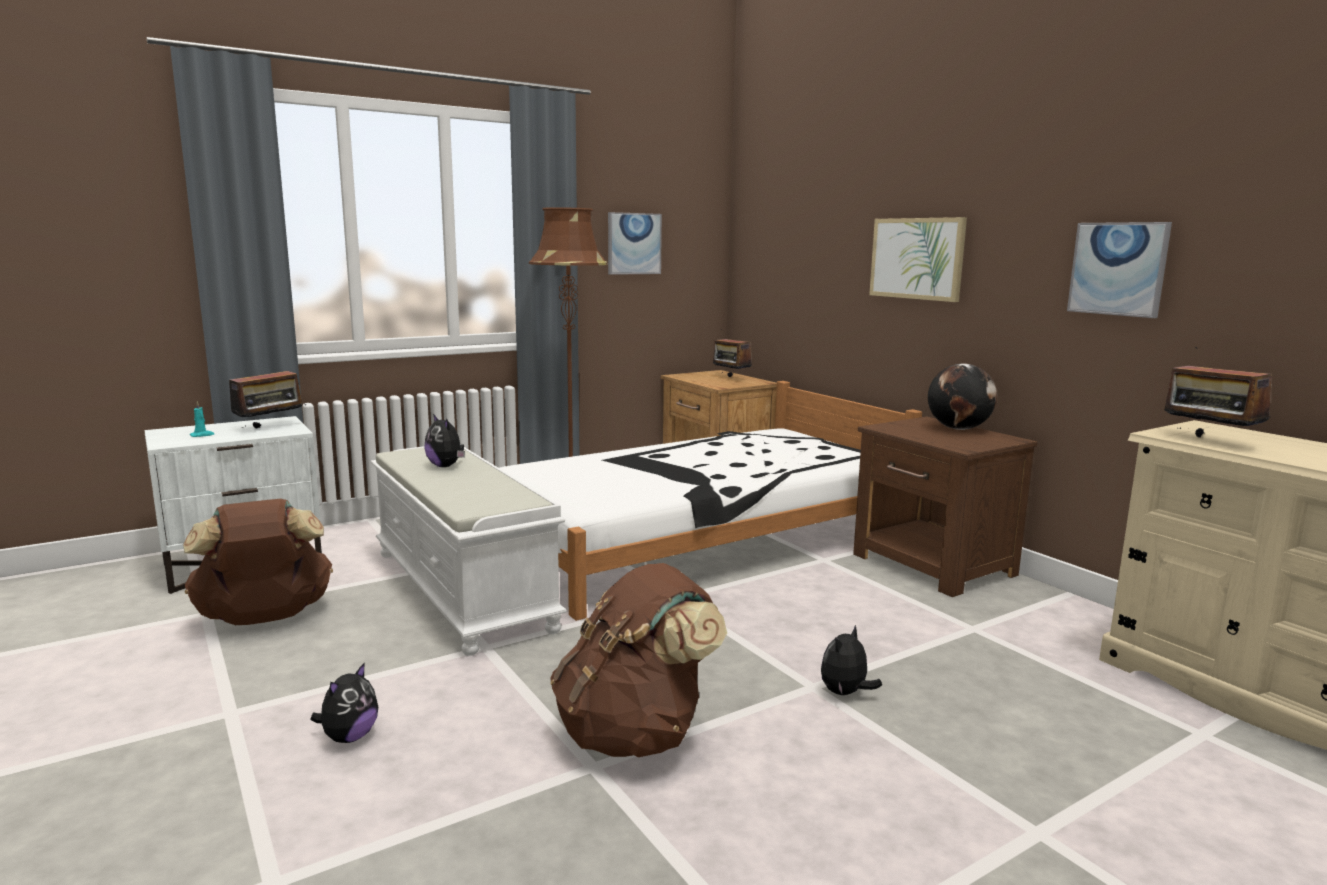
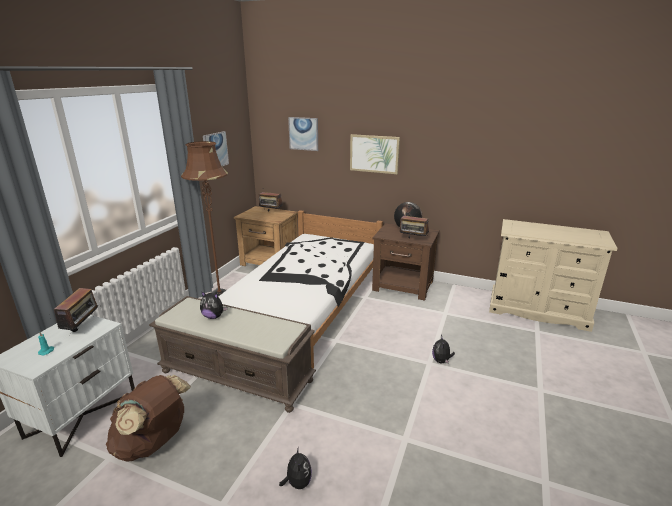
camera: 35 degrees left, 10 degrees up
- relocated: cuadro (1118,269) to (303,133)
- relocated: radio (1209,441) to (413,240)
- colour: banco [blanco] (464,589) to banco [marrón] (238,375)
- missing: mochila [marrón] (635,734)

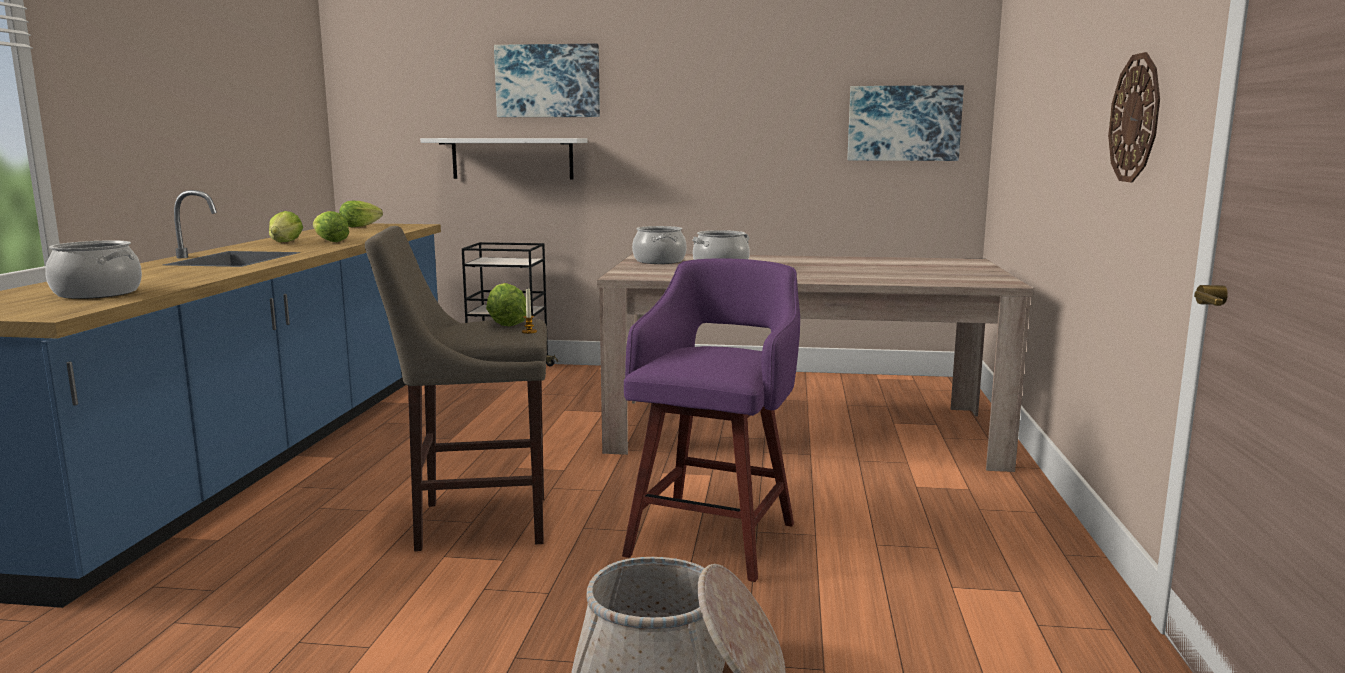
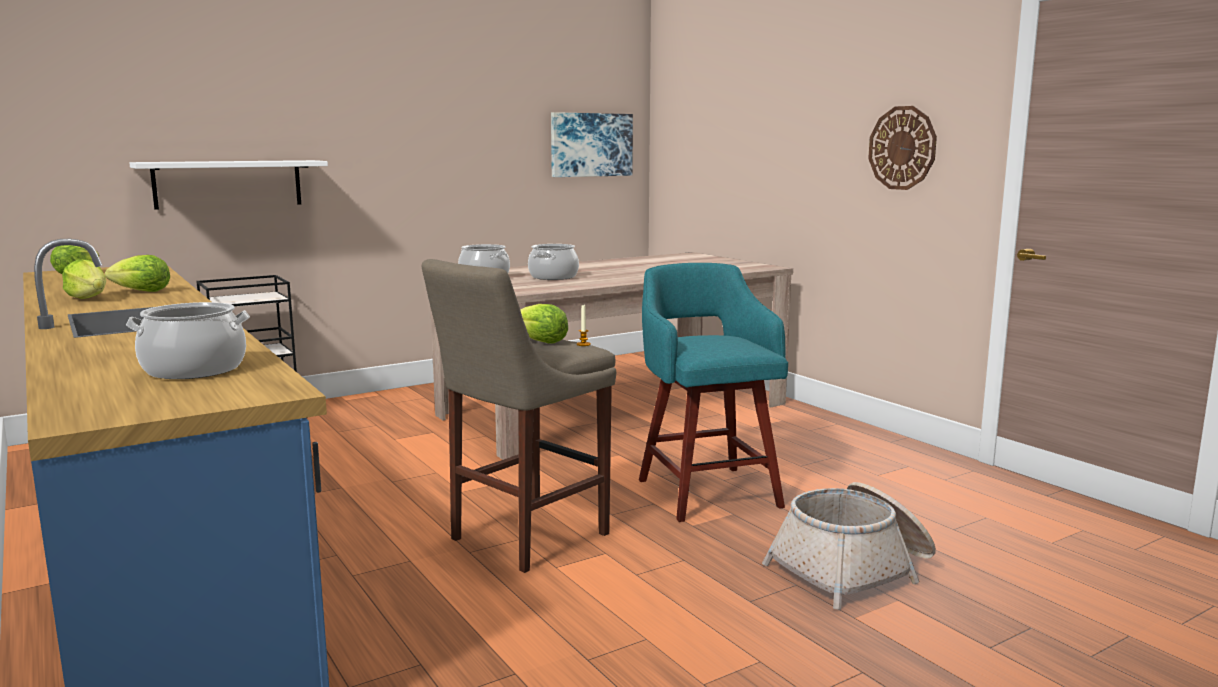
camera: 40 degrees left, 0 degrees up
- missing: cuadro (548,81)
- colour: taburete [morado] (714,537) to taburete [turquesa] (707,491)

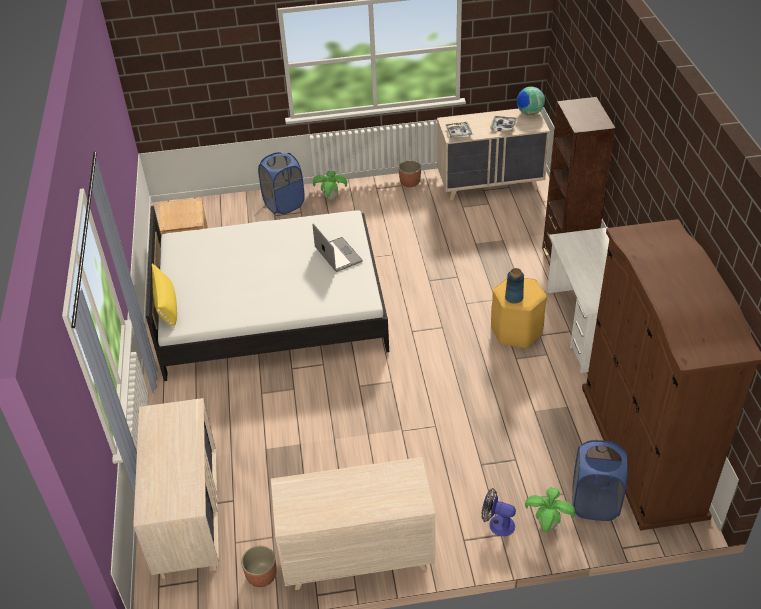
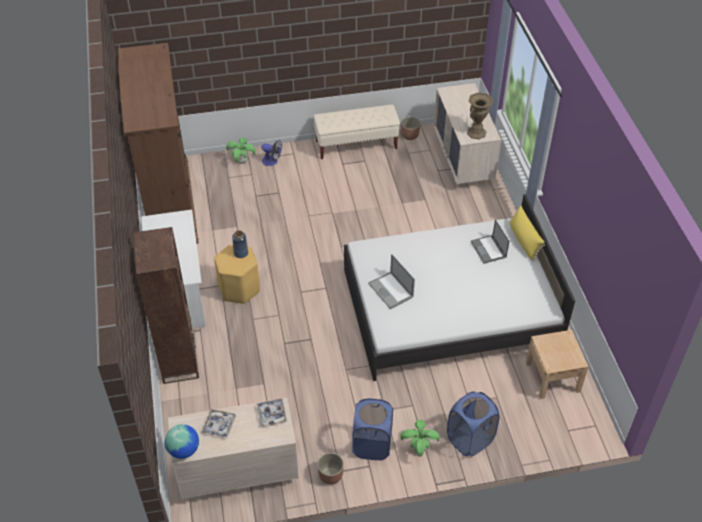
camera: 175 degrees right, 5 degrees up
- relocated: cesto de la ropa [azul] (594,503) to (372,445)
- exchanged: cómoda [beis] (356,556) to banco [beis] (356,145)
- appeared: florero [marrón] (476,133)
- appeared: portátil (488,249)

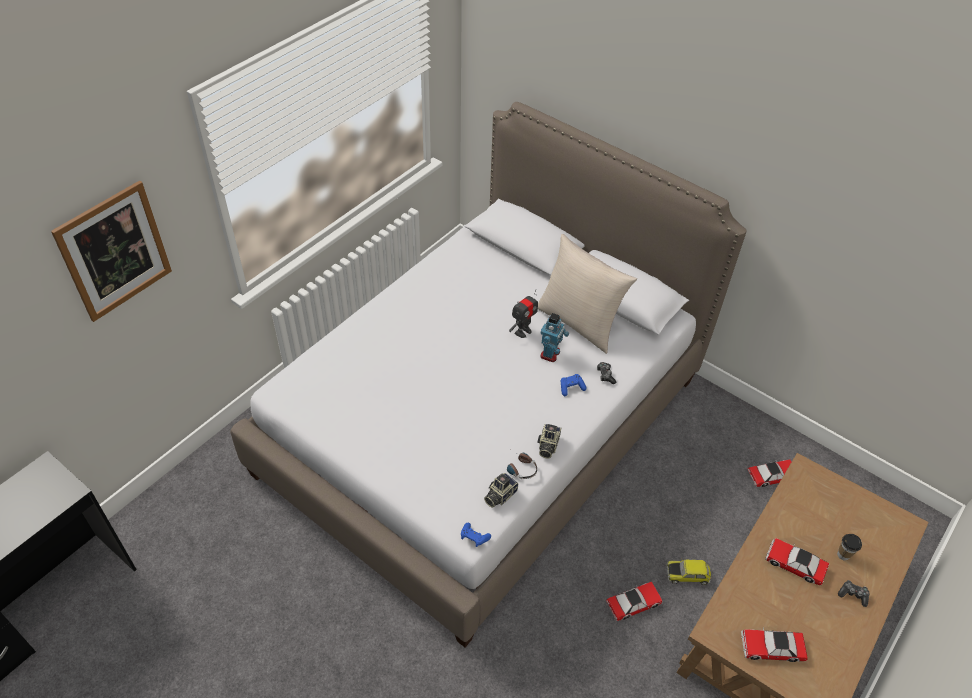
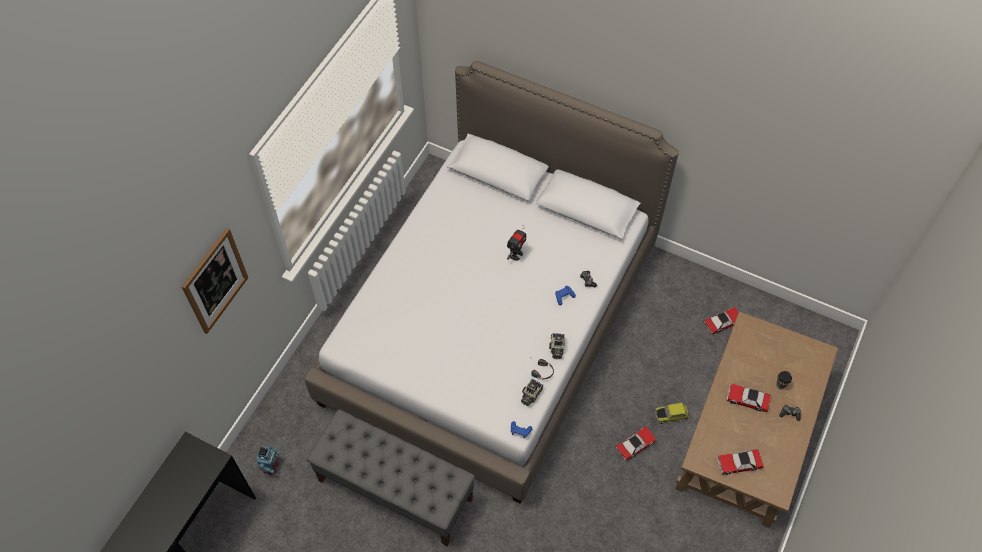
camera: 10 degrees left, 10 degrees up
- missing: cojín [beis] (579,323)
- relocated: robot de juguete (550,354) to (271,467)
- appeared: banco [gris] (396,490)

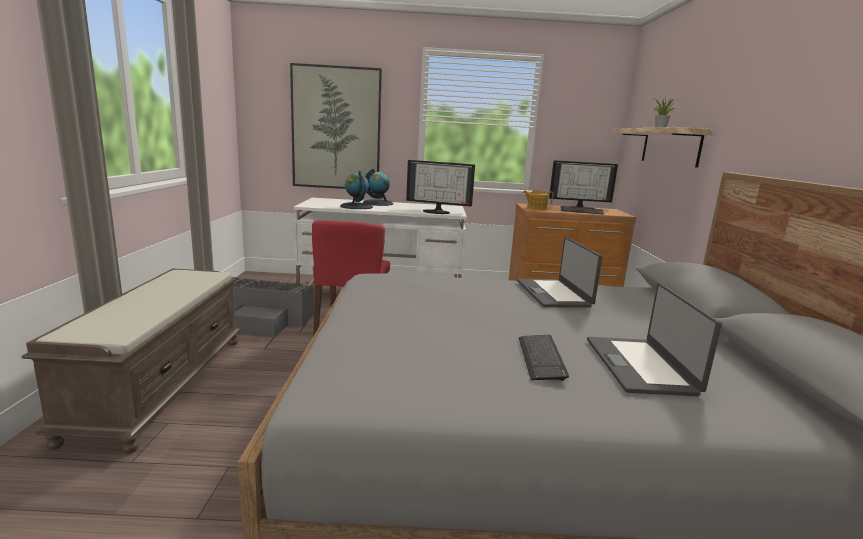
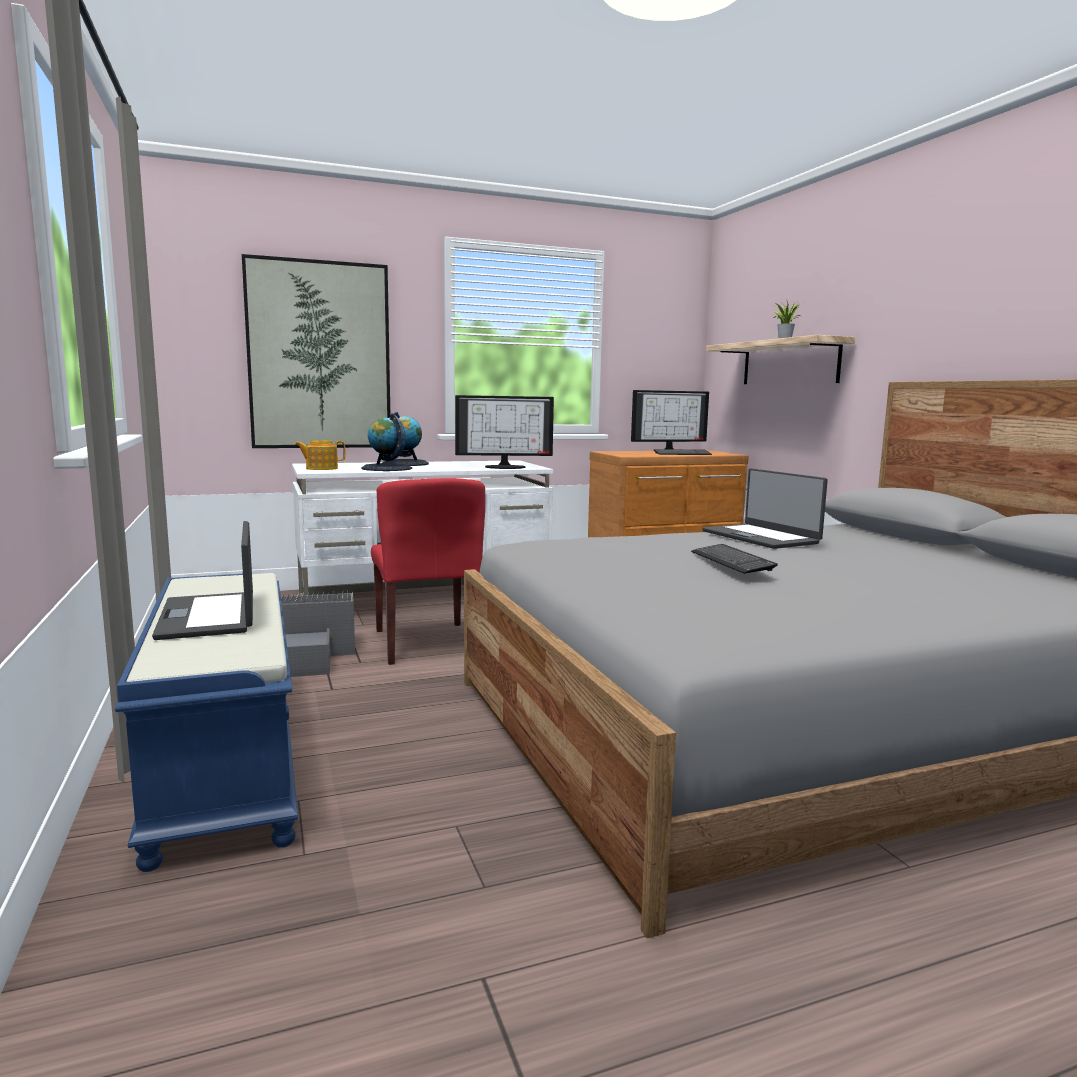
camera: 20 degrees left, 5 degrees down
- relocated: tetera (536,208) to (321,468)
- colour: banco [marrón] (161,384) to banco [azul] (223,759)
- relocated: portátil (640,365) to (210,616)
- relocated: teclado (541,358) to (732,561)

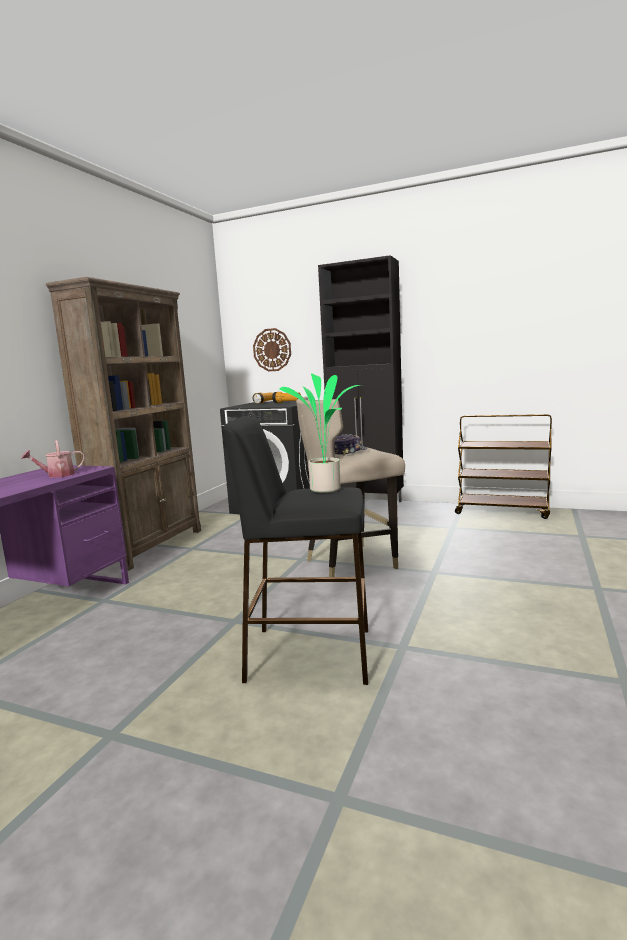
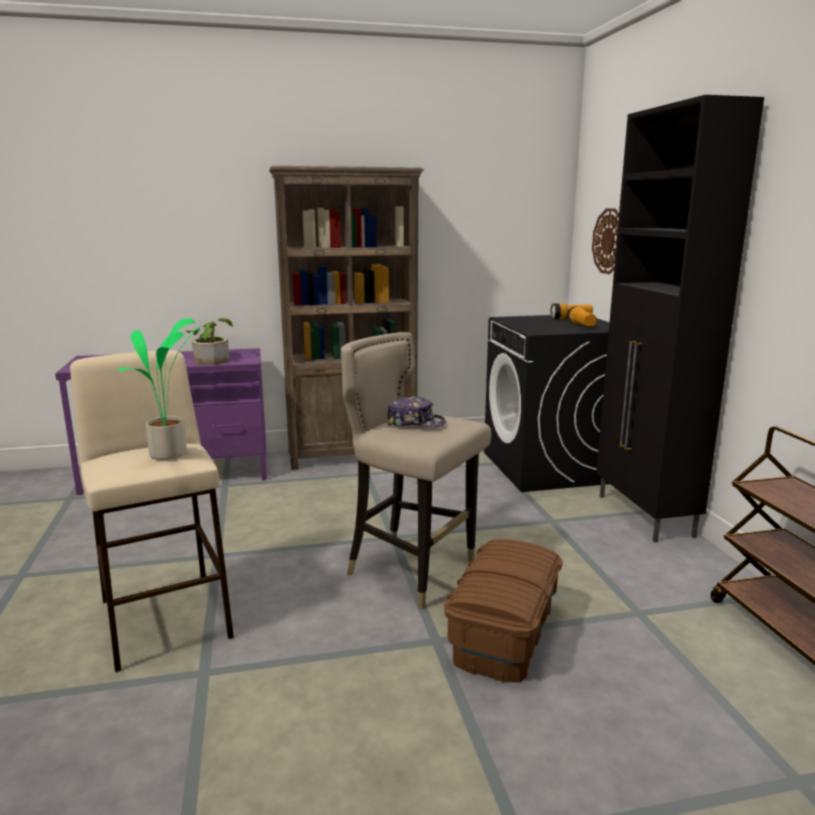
camera: 55 degrees right, 5 degrees up
- colour: taburete [negro] (308,654) to taburete [beis] (165,618)
- exchanged: regadera (57,475) to planta en maceta (212,360)
- appeared: caja de almacenaje [marrón] (503,634)

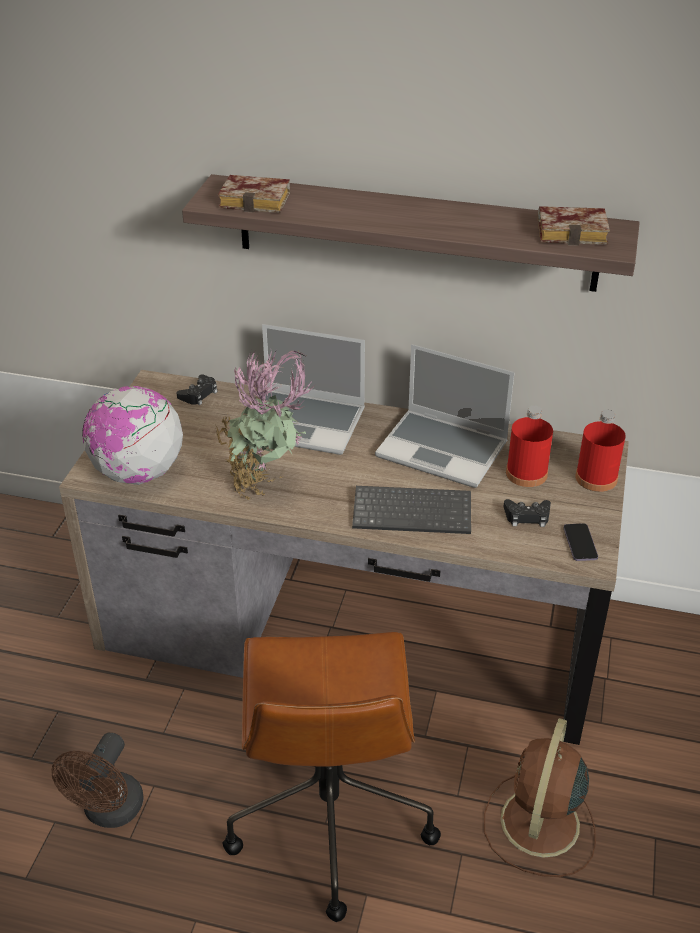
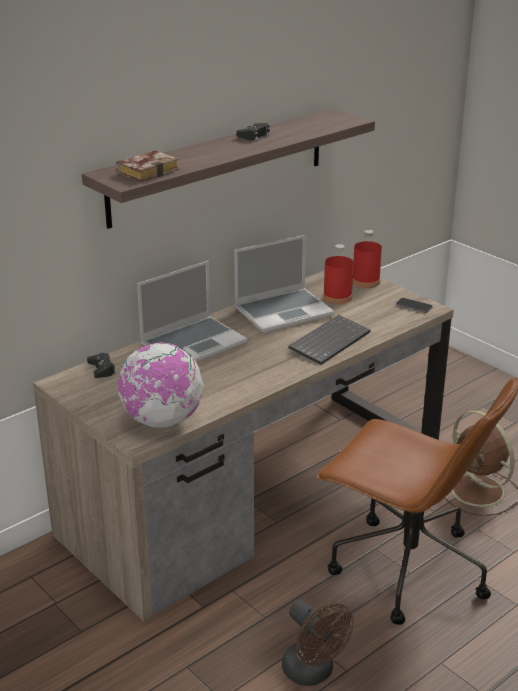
camera: 55 degrees left, 10 degrees down
- missing: libro (574,232)
- missing: planta en maceta (267,485)
- relocated: mando de consola [negro] (527,516) to (254,136)

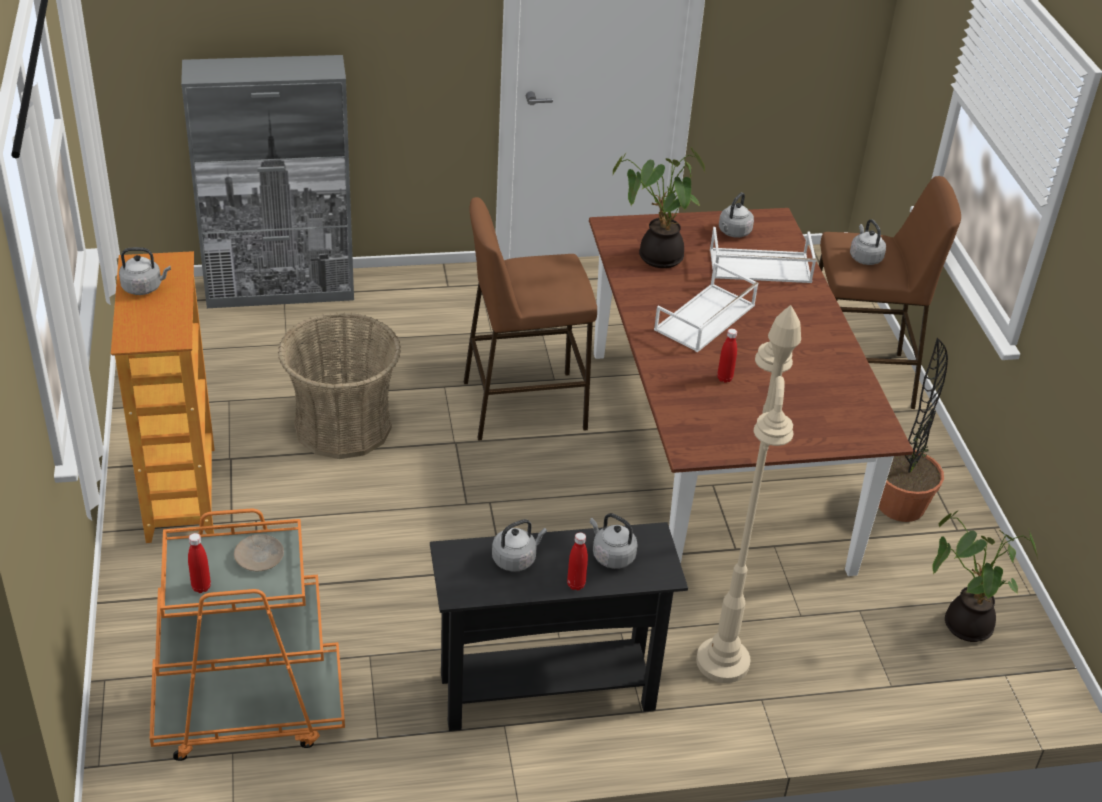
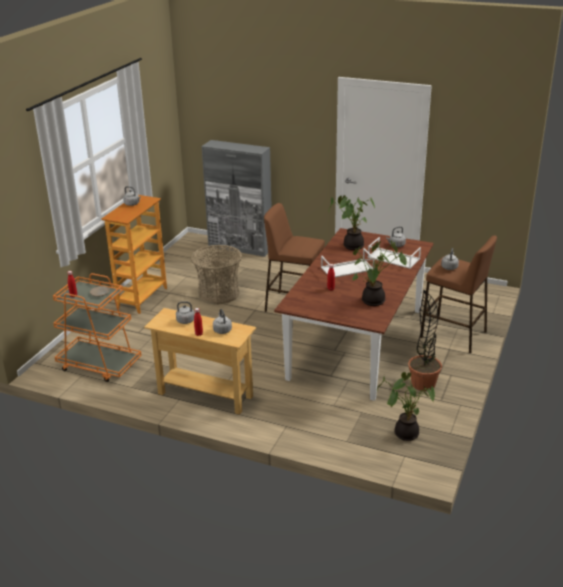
camera: 35 degrees right, 10 degrees down
- missing: lámpara de pie [beis] (722,661)
- colour: mesa consola [negro] (547,692) to mesa consola [beis] (205,395)
- appeared: planta en maceta (374,302)

